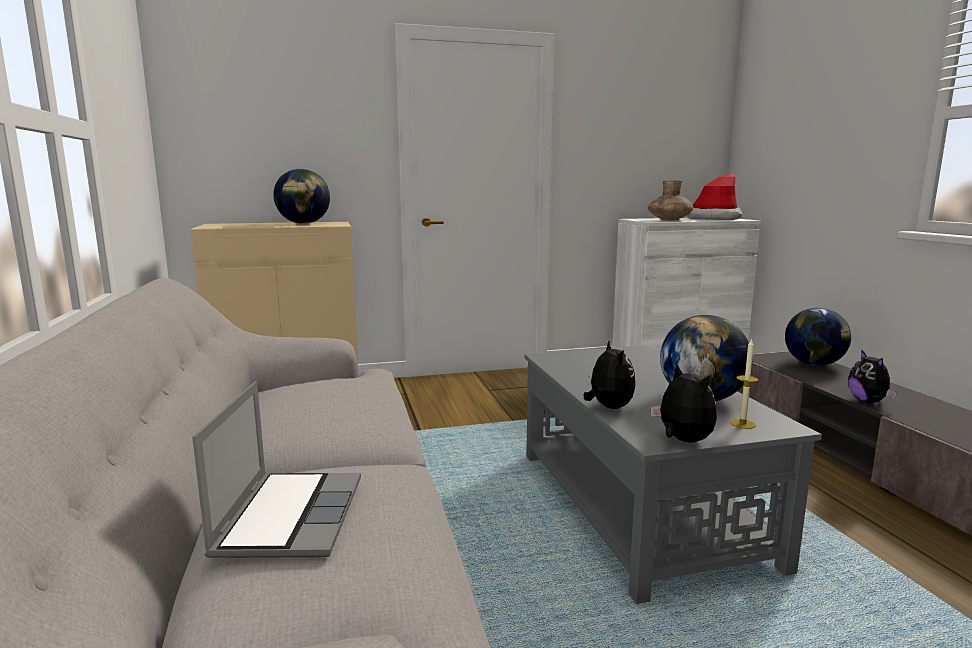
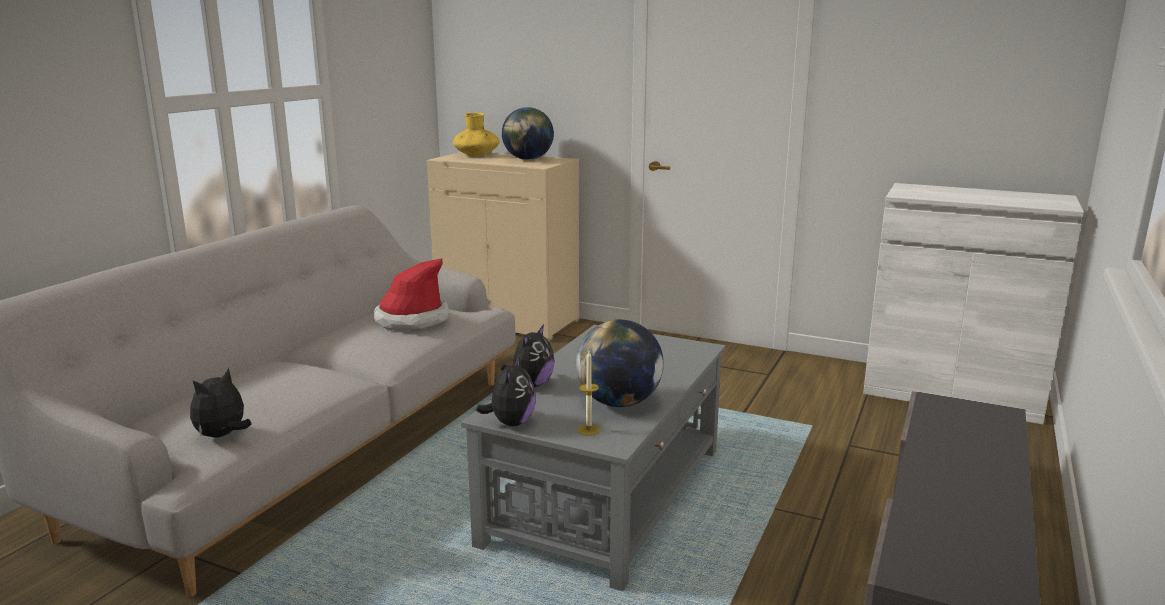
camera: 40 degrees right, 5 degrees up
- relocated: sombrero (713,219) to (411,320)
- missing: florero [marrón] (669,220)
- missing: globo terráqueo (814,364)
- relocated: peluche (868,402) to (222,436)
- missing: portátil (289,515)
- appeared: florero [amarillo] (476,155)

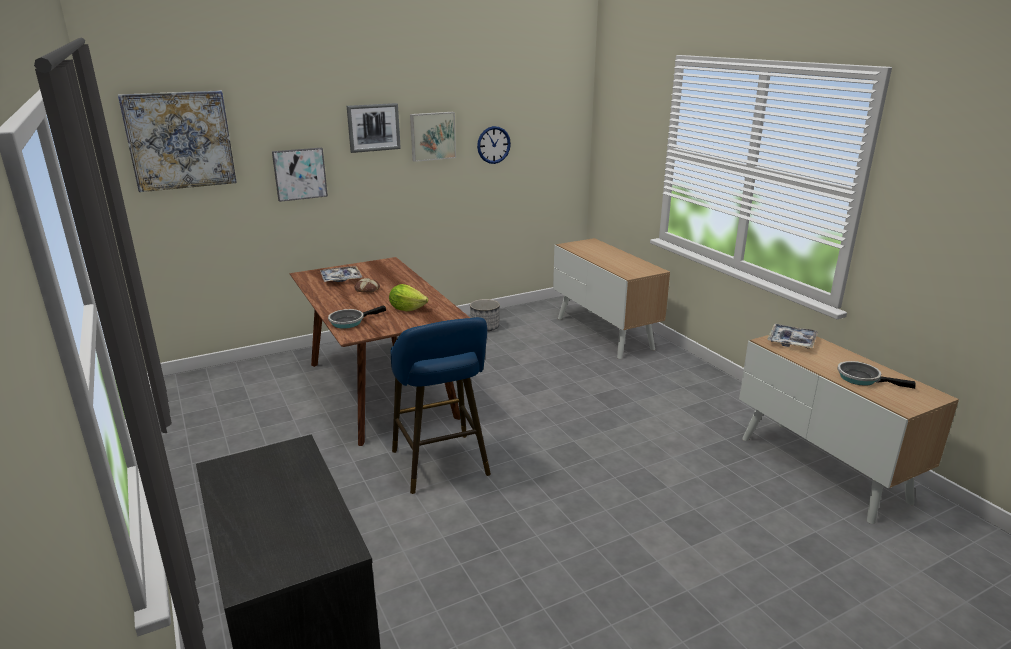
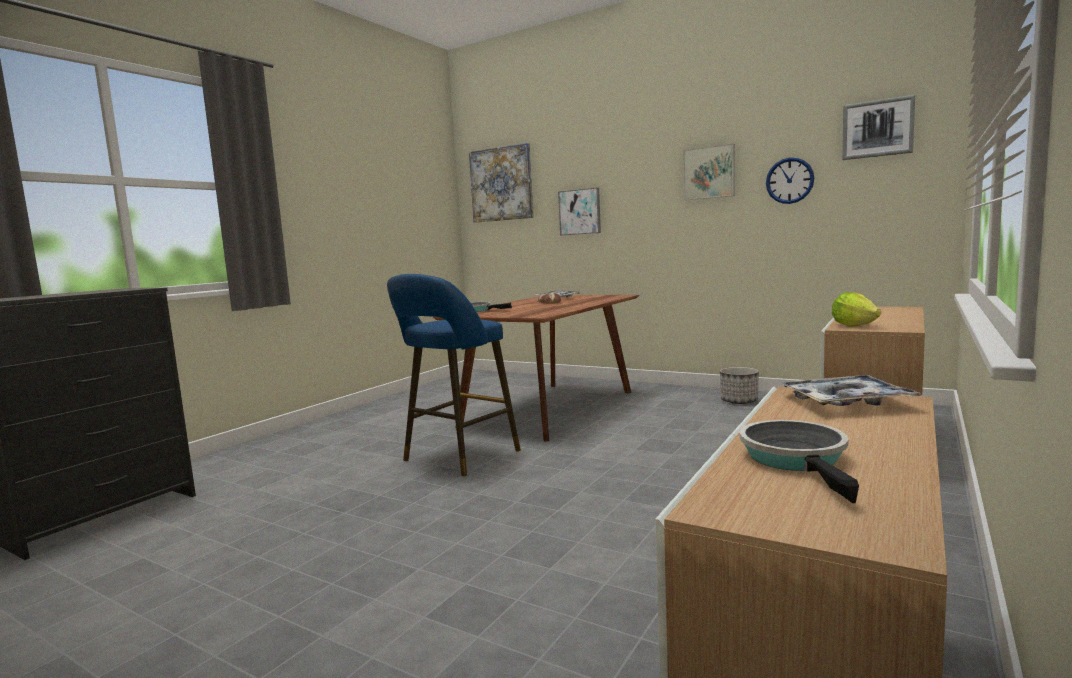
camera: 60 degrees right, 15 degrees down
- relocated: cuadro (373,127) to (877,128)
- relocated: lechuga (407,309) to (854,325)

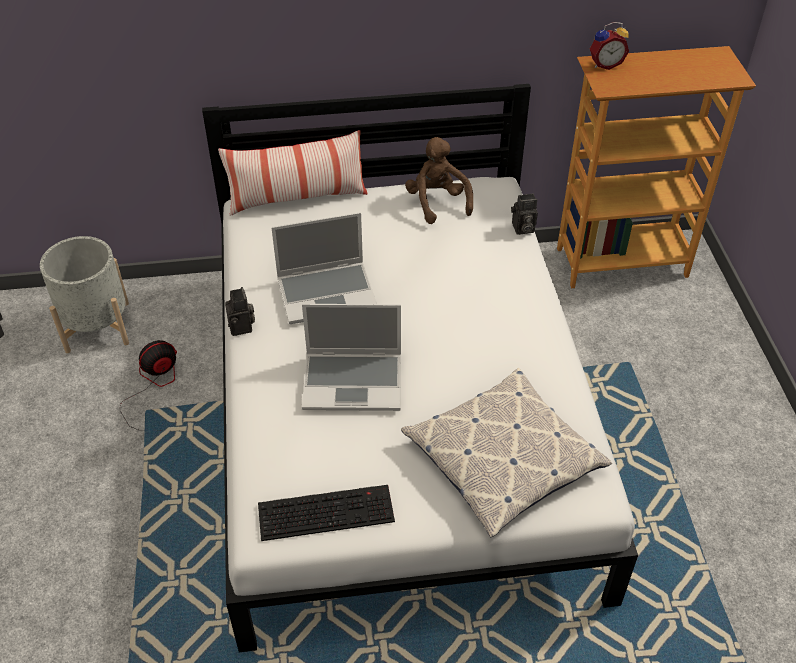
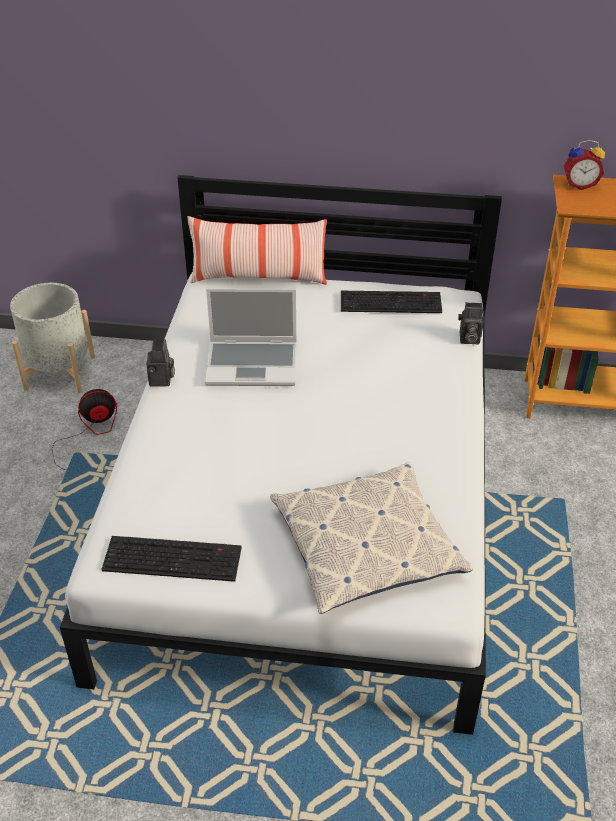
camera: 15 degrees right, 5 degrees down
- exchanged: peluche [marrón] (437,202) to teclado (391,302)
- missing: portátil (354,382)

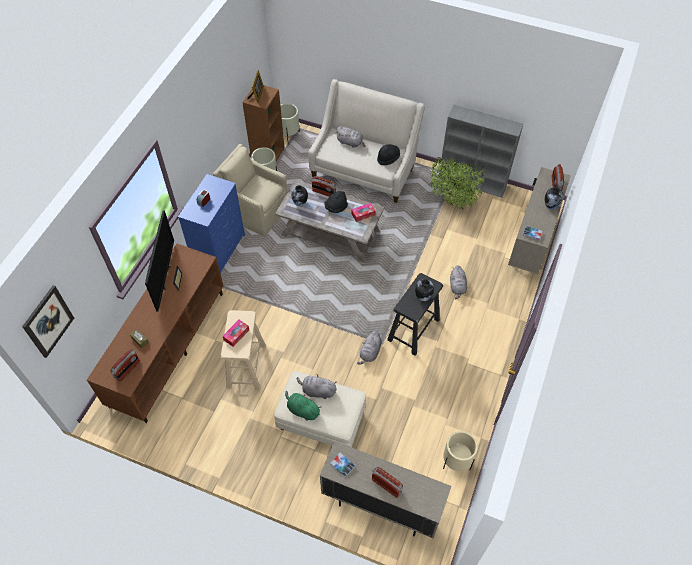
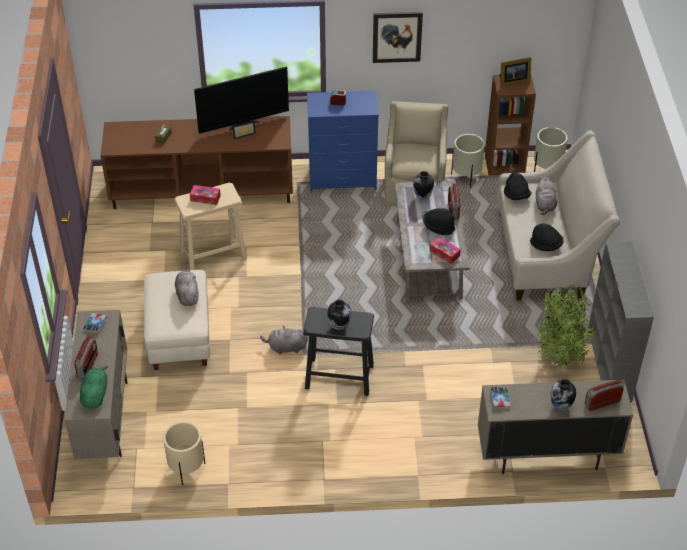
camera: 65 degrees right, 10 degrees down
- missing: peluche [gris] (457,287)
- relocated: cuadro (48,321) to (397,36)
- missing: radio (127,370)
- relocated: peluche [verde] (302,410) to (95,394)
- appeared: sombrero [negro] (516,195)

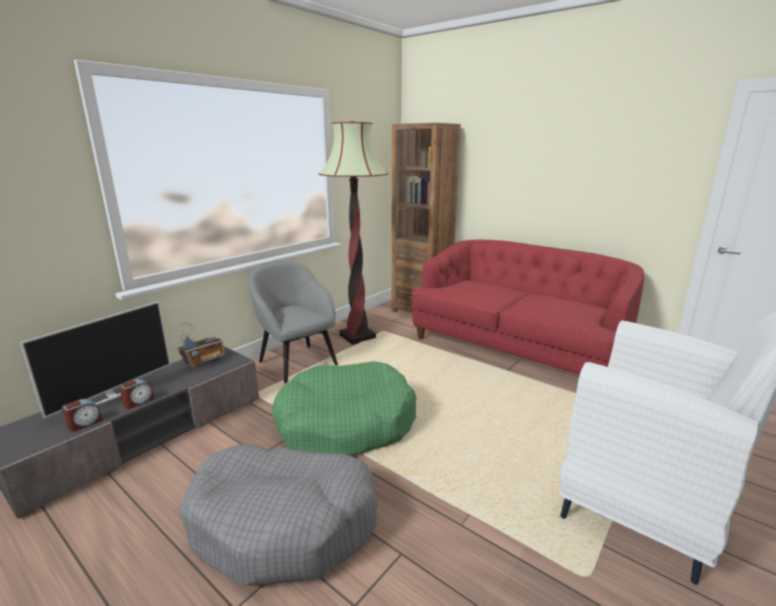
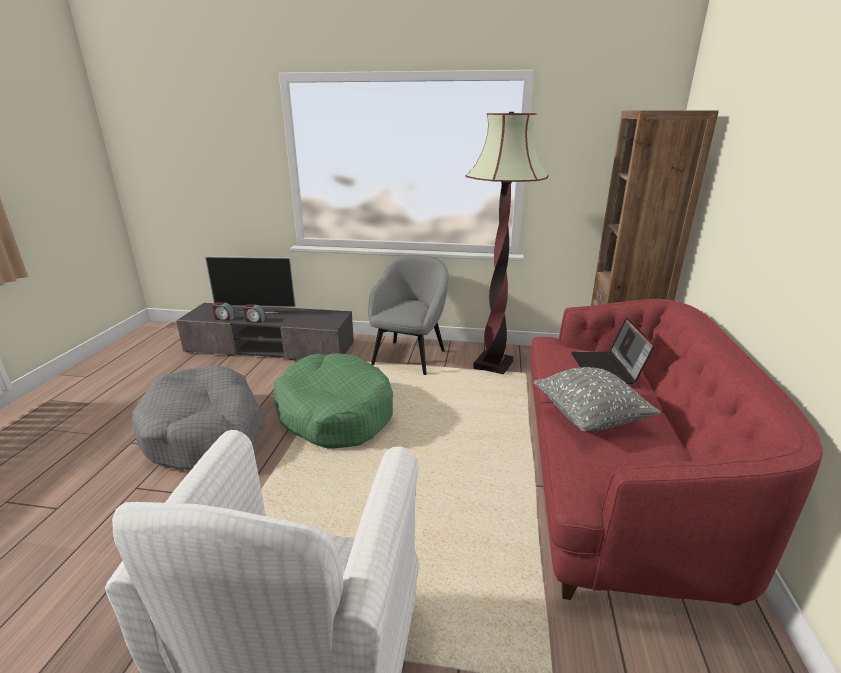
camera: 60 degrees right, 5 degrees up
- missing: radio (204,362)
- appeared: portátil (607,369)
- appeared: cojín [gris] (590,417)

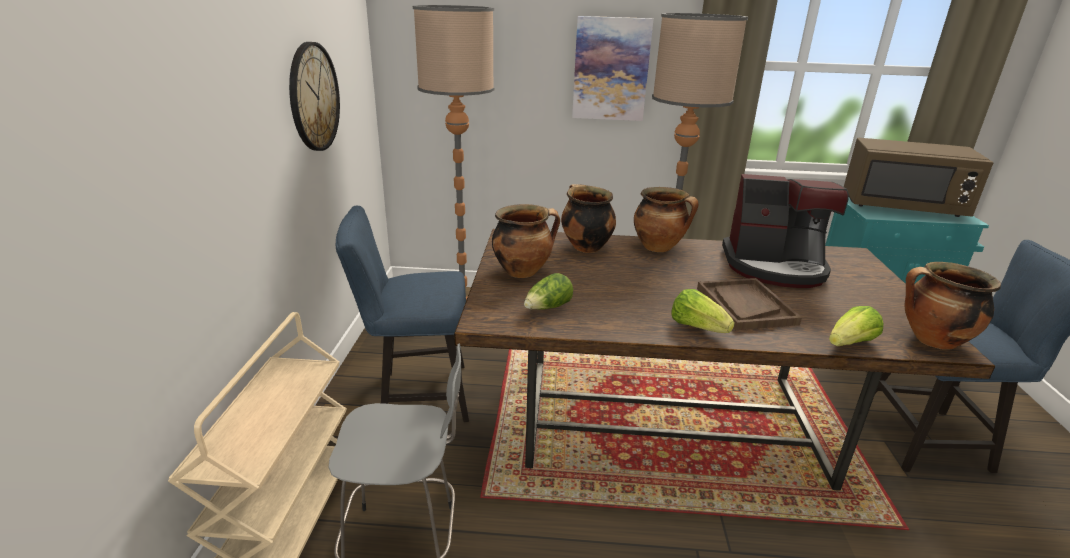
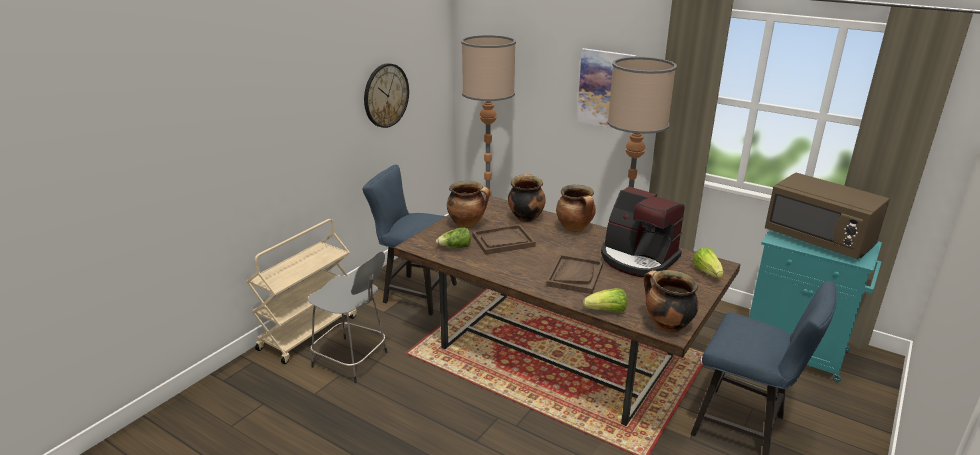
camera: 30 degrees right, 0 degrees up
- relocated: lechuga (697,327) to (707,272)
- appeared: bandeja [marrón] (503,241)

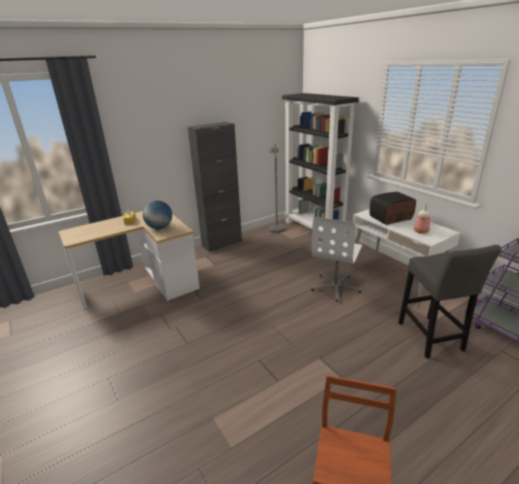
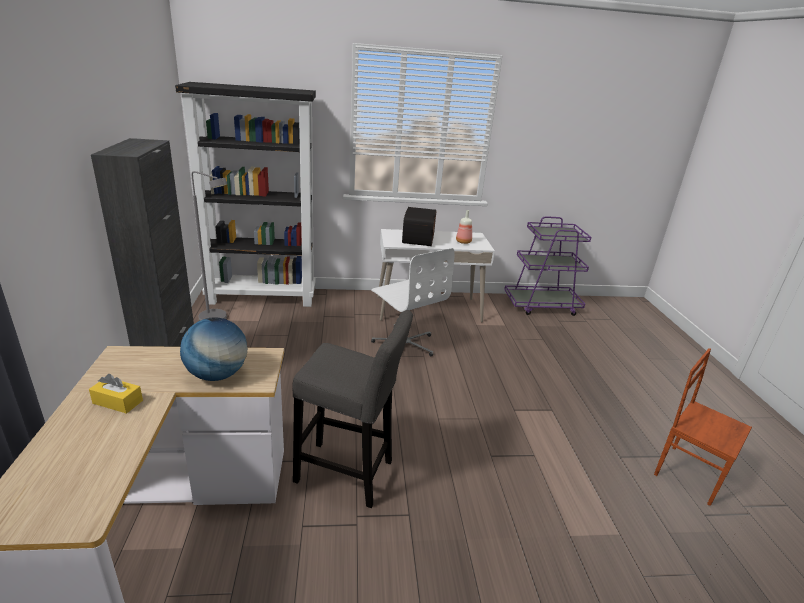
camera: 65 degrees left, 0 degrees up
- relocated: taburete [gris] (431,339) to (349,474)

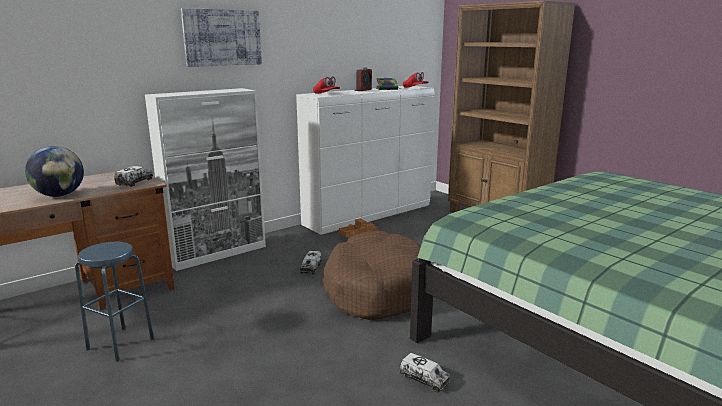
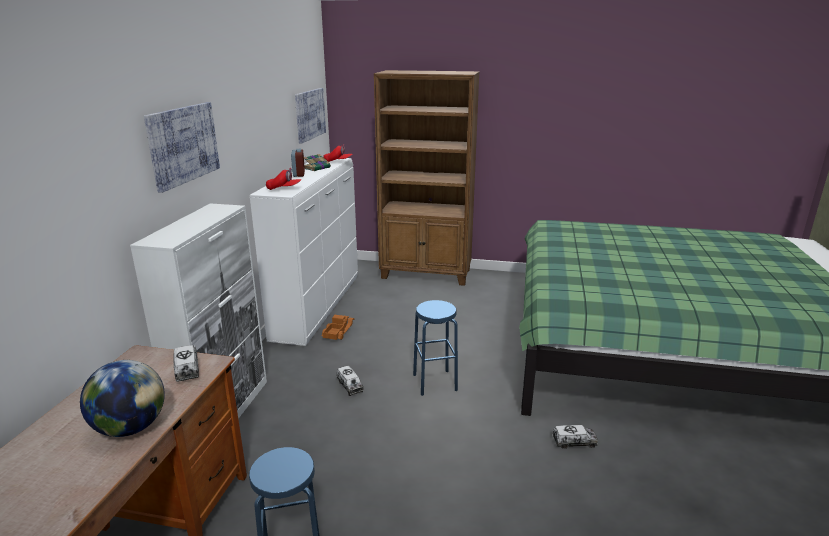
camera: 40 degrees left, 5 degrees up
- exchanged: cama para perro [marrón] (375,289) to taburete [azul] (435,382)
- appeared: cuadro (309,114)

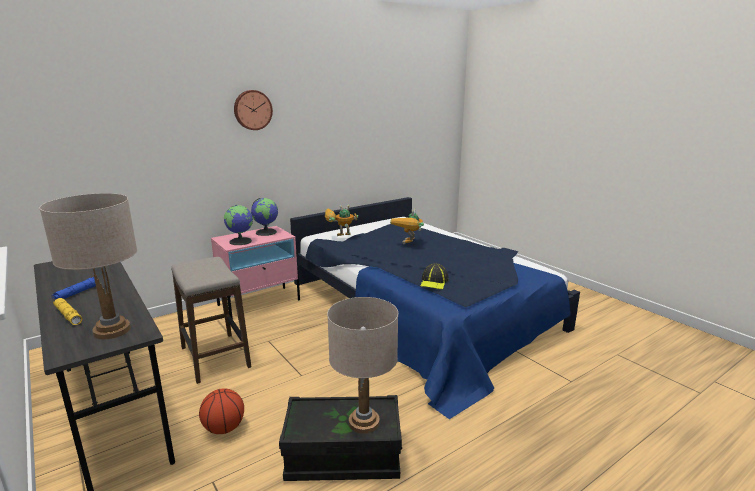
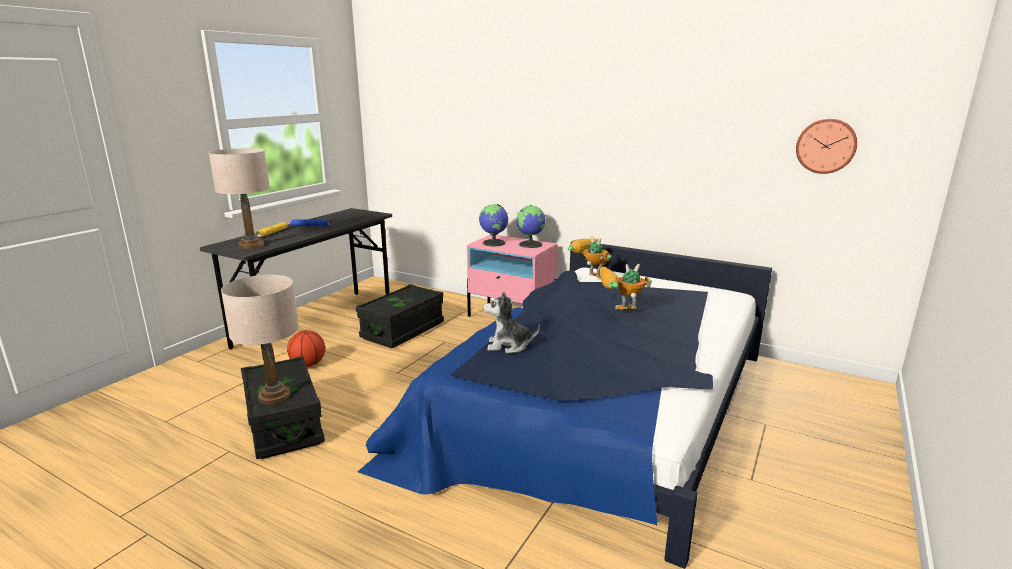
camera: 65 degrees right, 0 degrees up
- relocated: reloj de pared (252,110) to (826,146)
- exchanged: taburete (215,357) to caja de almacenaje [negro] (402,330)
- exchanged: gorra (434,282) to peluche (509,346)

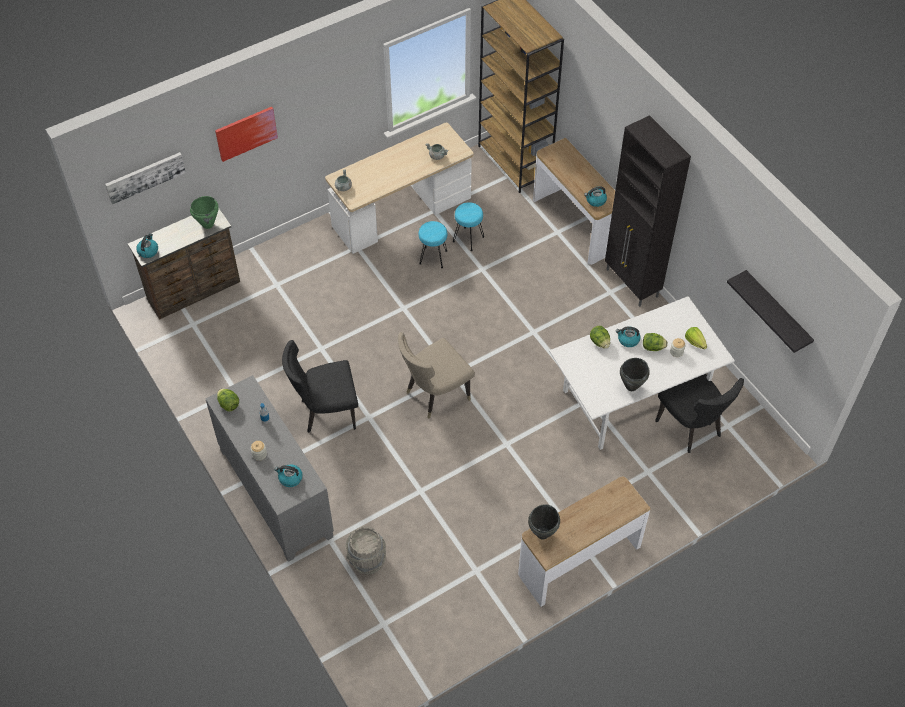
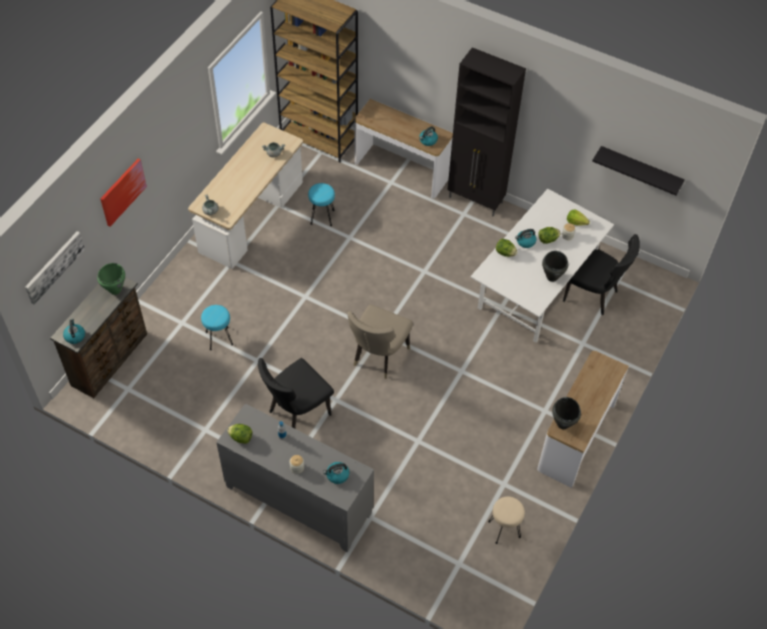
camera: 30 degrees left, 0 degrees up
- relocated: taburete [turquesa] (433,258) to (219,339)
- missing: cubo [gris] (367,559)
- appeared: taburete [beis] (504,529)

